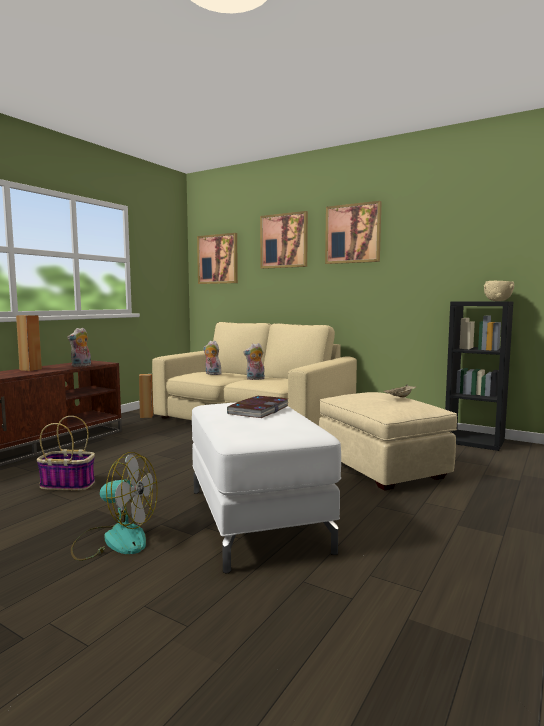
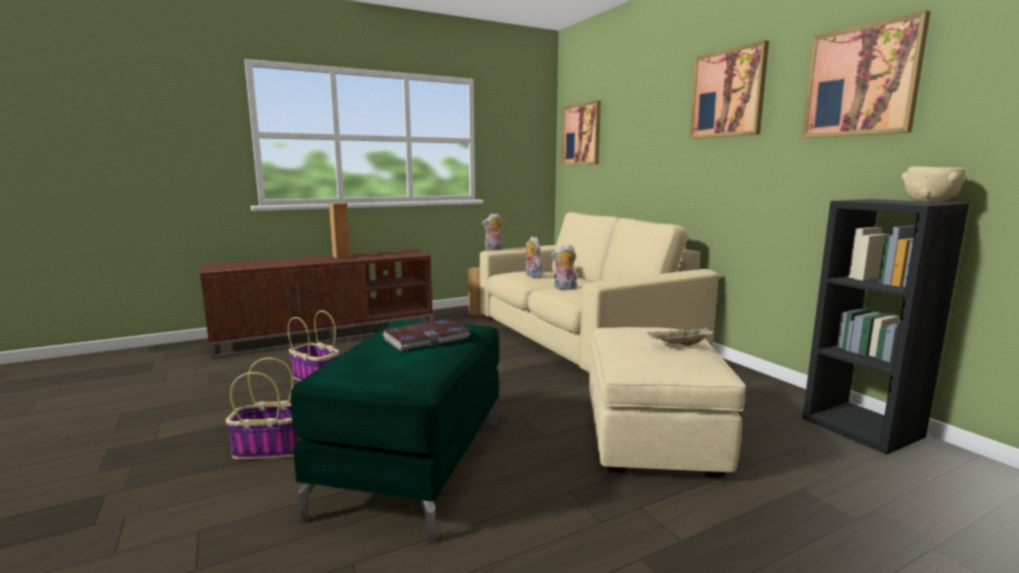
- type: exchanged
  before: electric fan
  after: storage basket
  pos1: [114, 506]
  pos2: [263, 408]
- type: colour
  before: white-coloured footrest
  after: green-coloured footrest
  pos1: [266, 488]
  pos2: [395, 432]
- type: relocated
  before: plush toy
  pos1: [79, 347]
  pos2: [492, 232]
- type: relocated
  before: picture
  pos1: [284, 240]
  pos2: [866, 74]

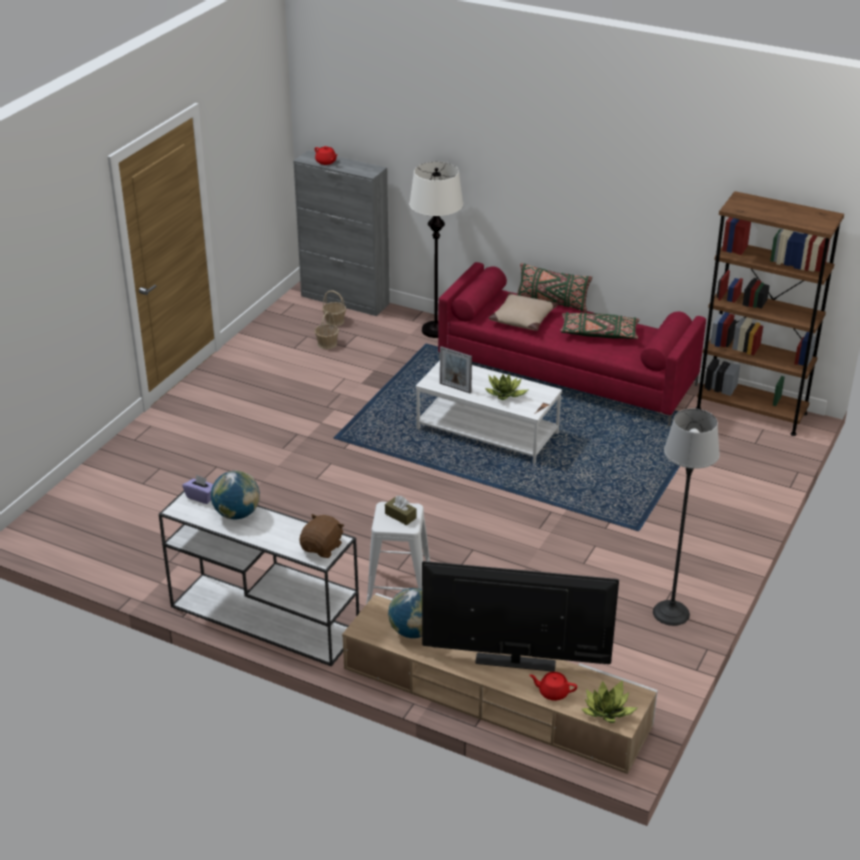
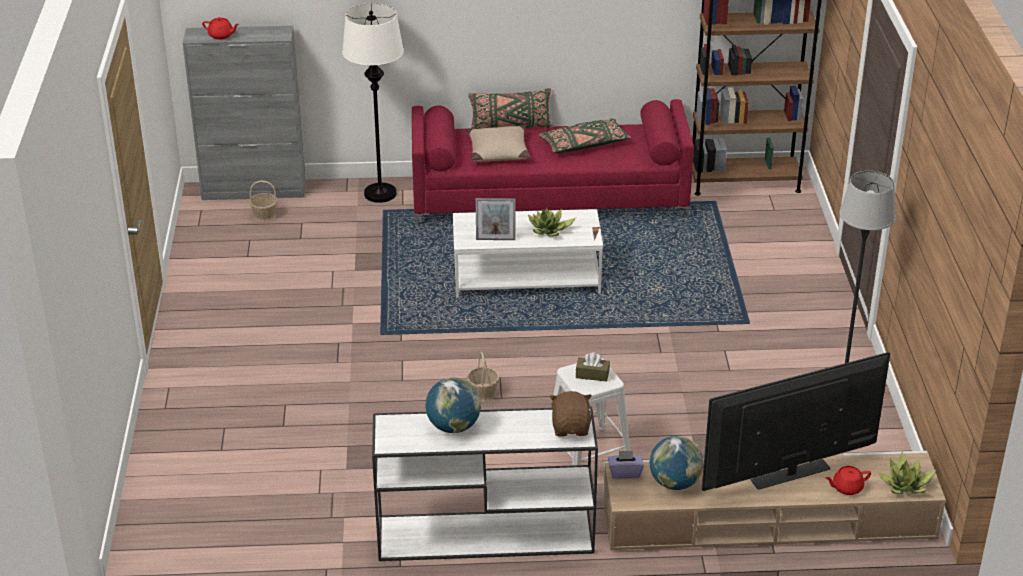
- type: relocated
  before: storage basket
  pos1: [326, 330]
  pos2: [483, 377]
- type: relocated
  before: purple tissue holder
  pos1: [197, 489]
  pos2: [626, 465]

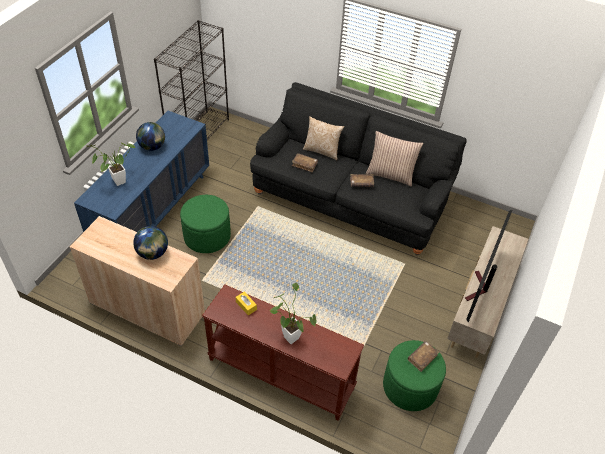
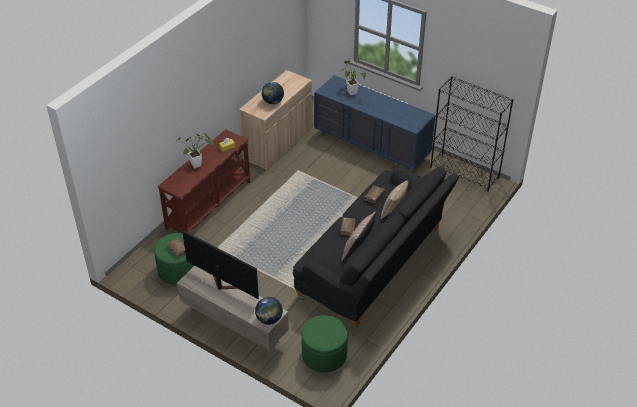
- type: relocated
  before: desk globe
  pos1: [150, 136]
  pos2: [269, 311]
- type: relocated
  before: green-coloured footrest
  pos1: [205, 224]
  pos2: [325, 344]

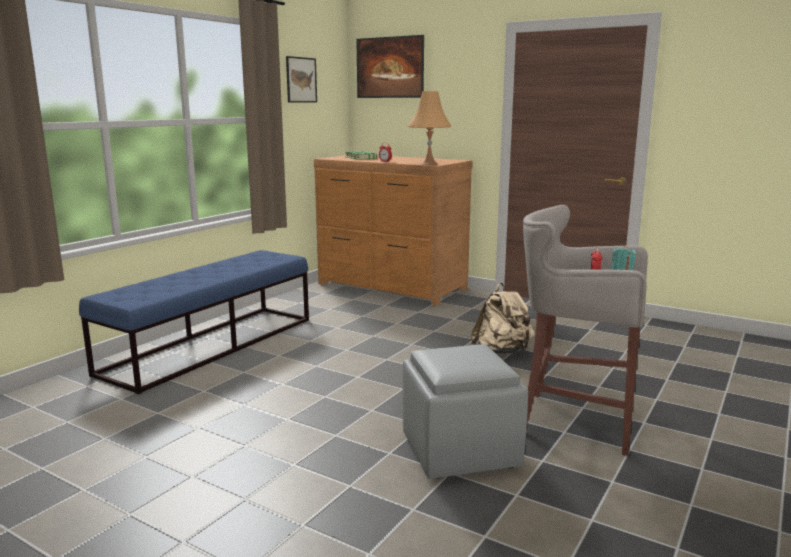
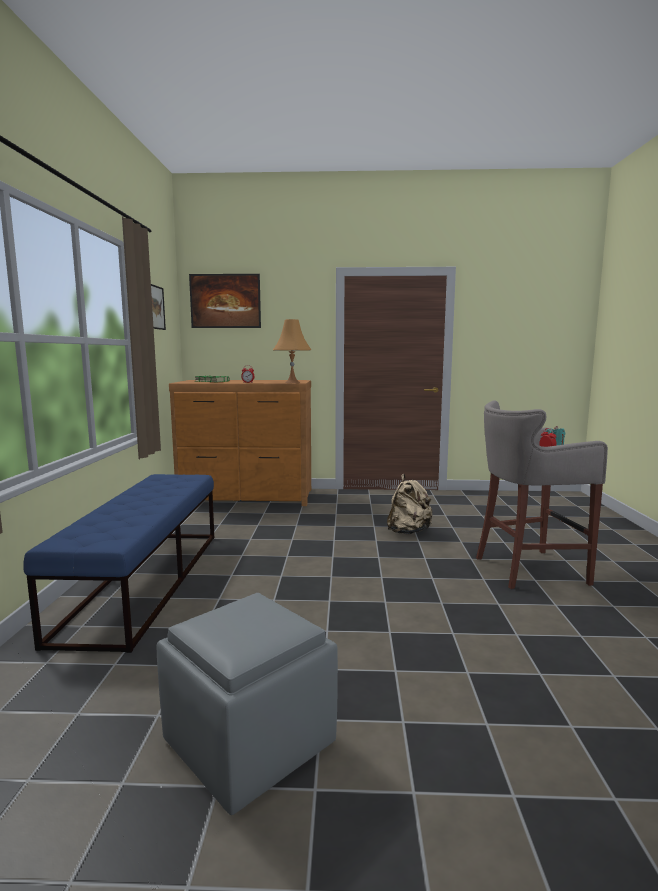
- type: relocated
  before: greyish footrest
  pos1: [465, 411]
  pos2: [247, 704]

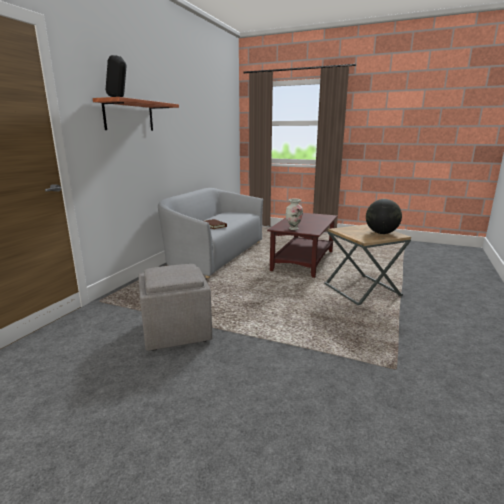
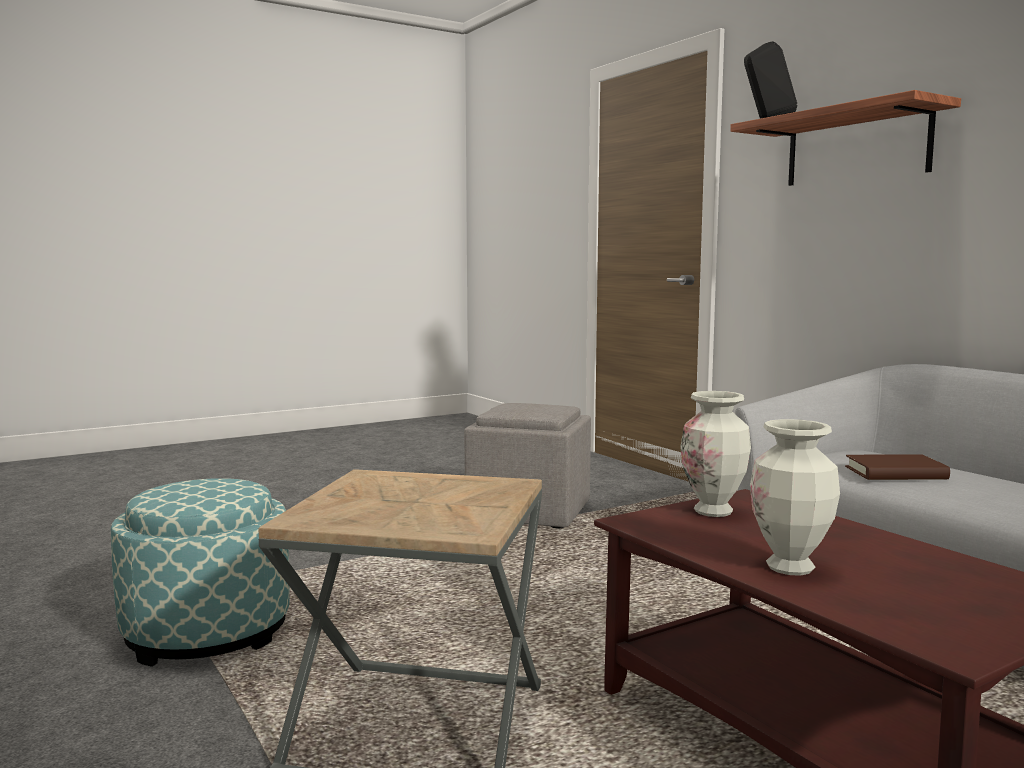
- type: appeared
  after: footrest
  pos2: [200, 572]
- type: appeared
  after: vase
  pos2: [795, 497]
- type: missing
  before: desk globe
  pos1: [384, 216]

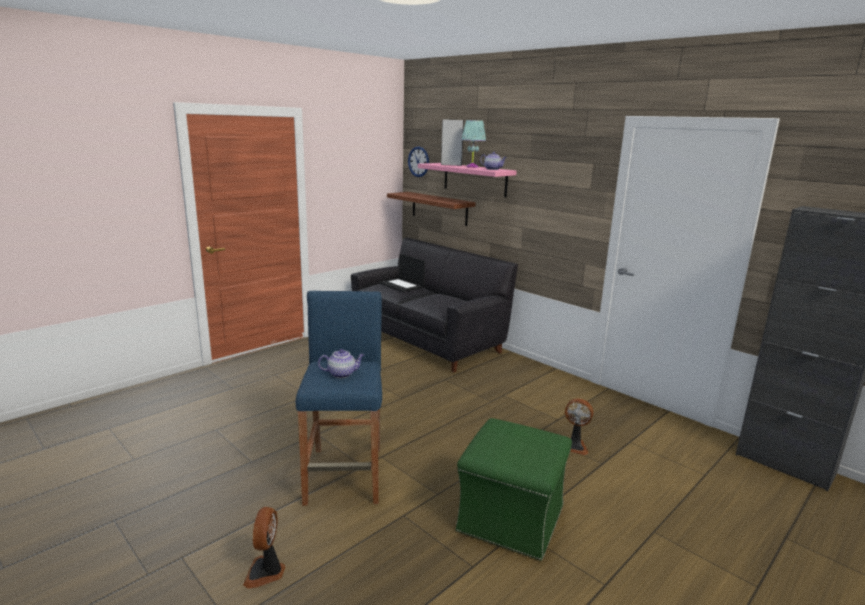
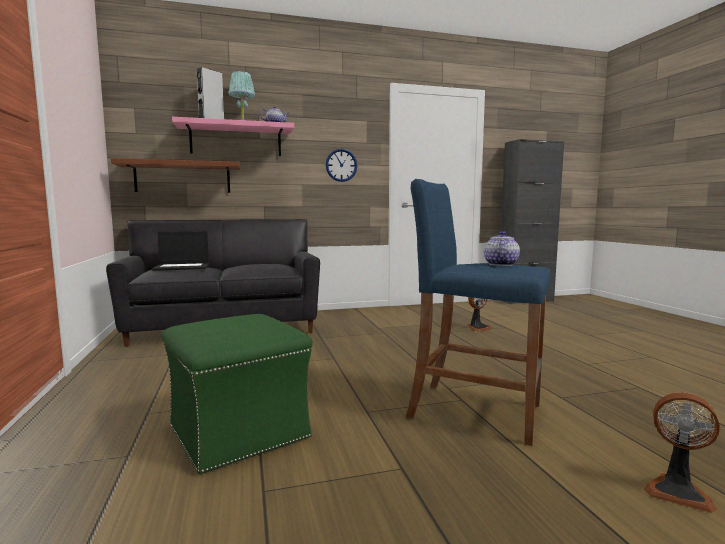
- type: relocated
  before: green-coloured footrest
  pos1: [514, 489]
  pos2: [237, 394]
- type: relocated
  before: hanging clock
  pos1: [418, 162]
  pos2: [341, 165]

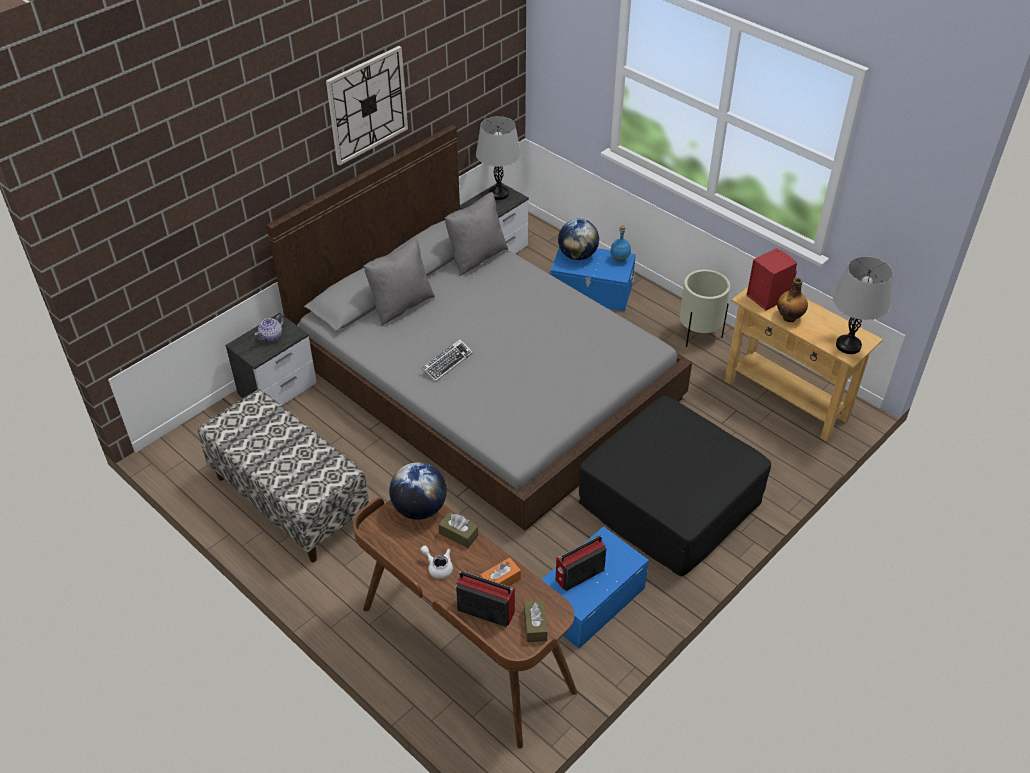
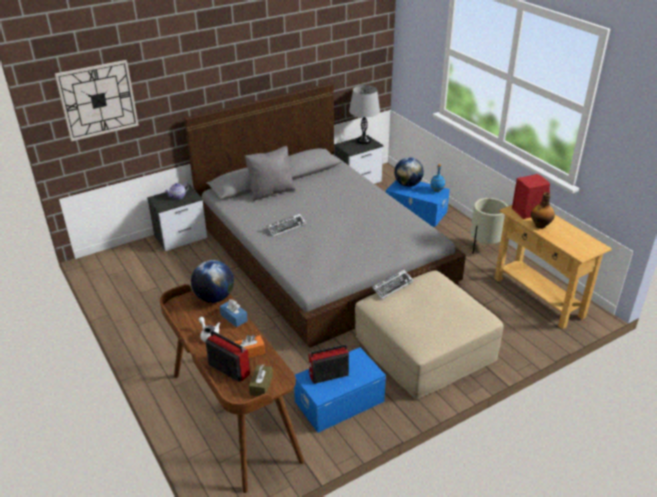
- type: relocated
  before: hanging clock
  pos1: [367, 106]
  pos2: [97, 100]
- type: colour
  before: brownish tissue holder
  after: blue tissue holder
  pos1: [458, 530]
  pos2: [233, 313]
- type: colour
  before: blackish footrest
  after: sand-coloured footrest
  pos1: [675, 486]
  pos2: [429, 334]
- type: appeared
  after: computer keyboard
  pos2: [393, 284]
- type: missing
  before: indoor bench
  pos1: [283, 475]
- type: missing
  before: greyish cushion
  pos1: [476, 234]
- type: missing
  before: greyish table lamp
  pos1: [863, 305]

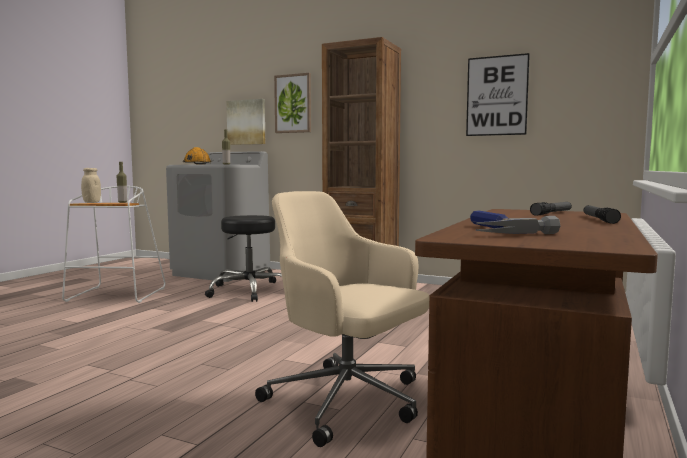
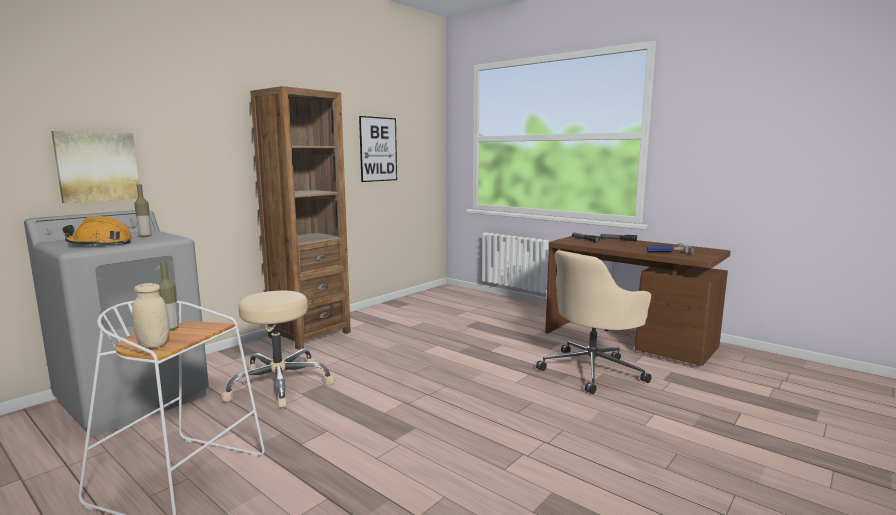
- type: colour
  before: blackish stool seat
  after: sand-coloured stool seat
  pos1: [243, 258]
  pos2: [278, 350]
- type: missing
  before: picture
  pos1: [292, 103]

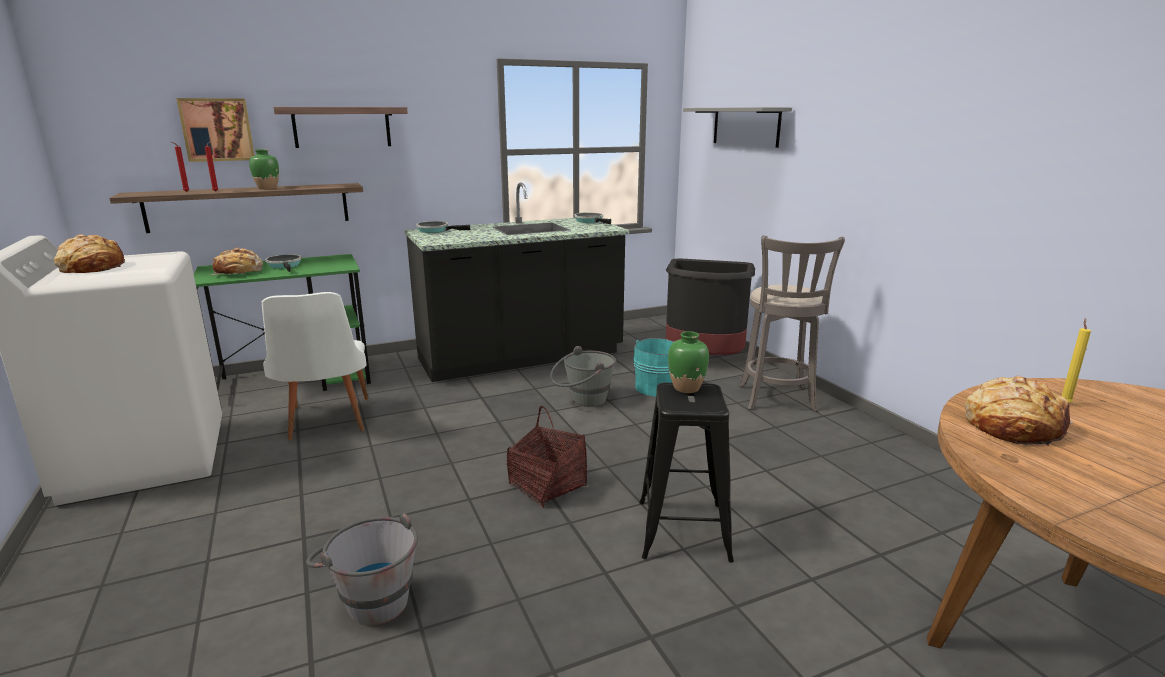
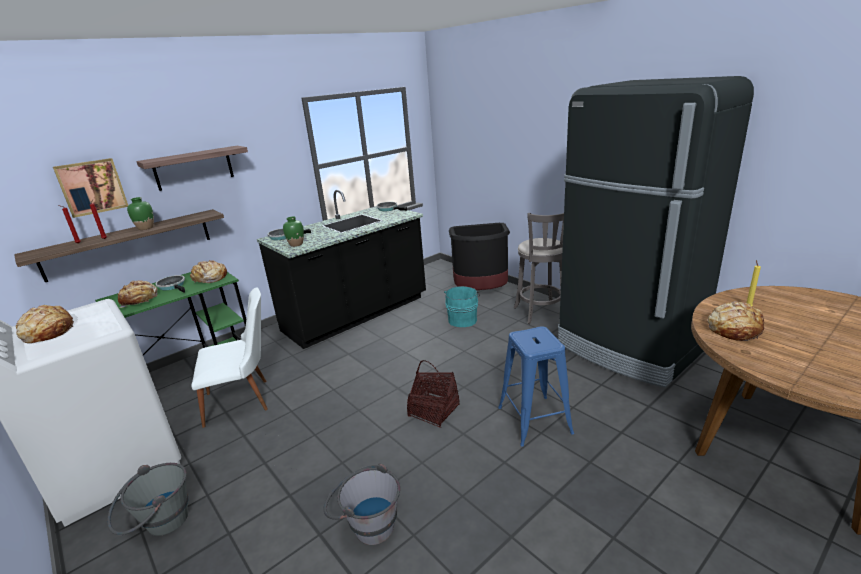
- type: relocated
  before: greyish water bucket
  pos1: [583, 376]
  pos2: [147, 499]
- type: appeared
  after: bakery bread
  pos2: [208, 271]
- type: spun
  before: white-coloured plain chair
  pos1: [315, 366]
  pos2: [229, 357]
  turn: -75
- type: relocated
  before: green-coloured vase
  pos1: [688, 362]
  pos2: [293, 231]
- type: colour
  before: blackish stool seat
  after: blue stool seat
  pos1: [686, 473]
  pos2: [536, 386]
- type: appeared
  after: blackish kitchen fridge
  pos2: [656, 232]
- type: missing
  before: greyish bracket shelf
  pos1: [737, 127]

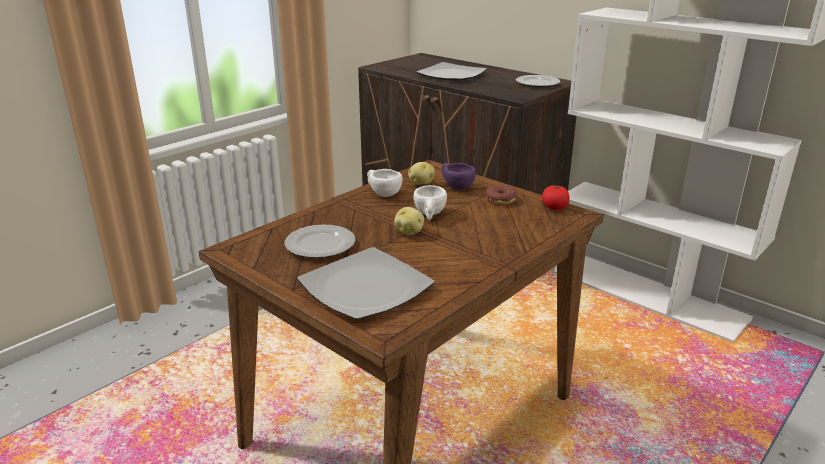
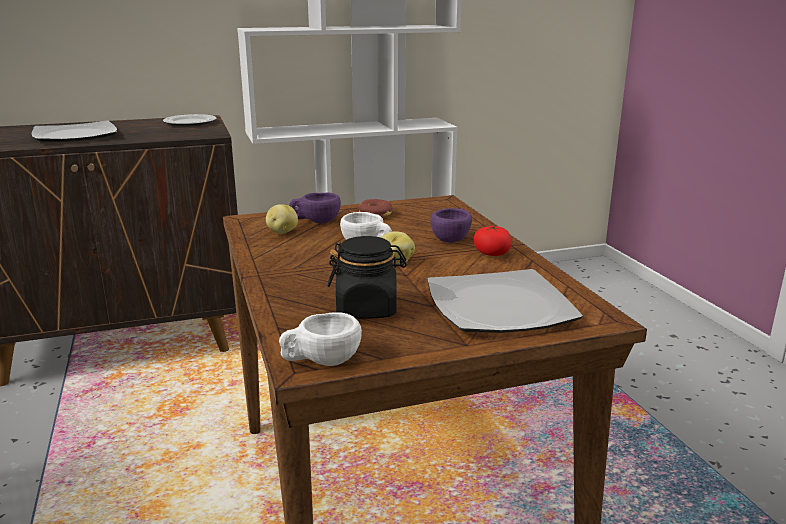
- type: relocated
  before: white-coloured cup
  pos1: [385, 183]
  pos2: [320, 339]
- type: exchanged
  before: dinner plate
  after: blackish storage jar
  pos1: [320, 241]
  pos2: [367, 277]
- type: appeared
  after: purple cup
  pos2: [451, 225]
- type: relocated
  before: fresh tomato
  pos1: [556, 198]
  pos2: [492, 240]

